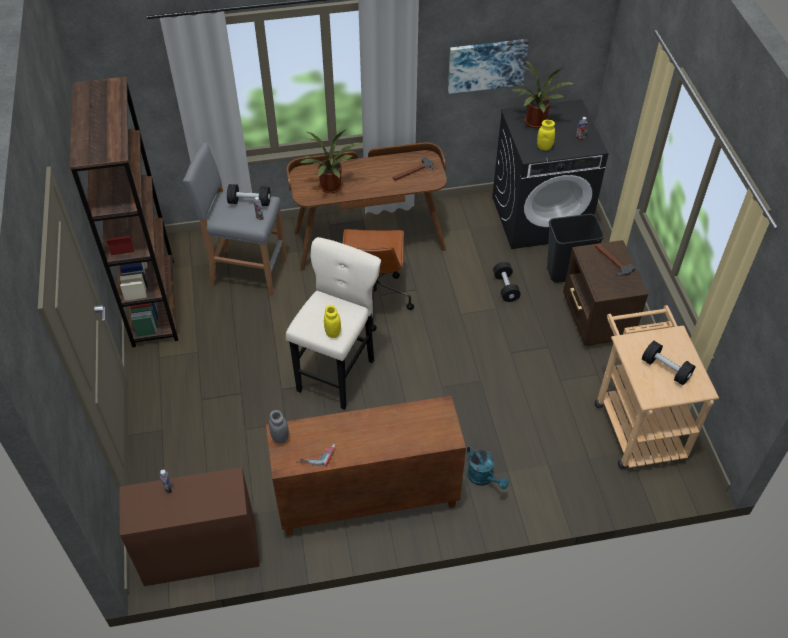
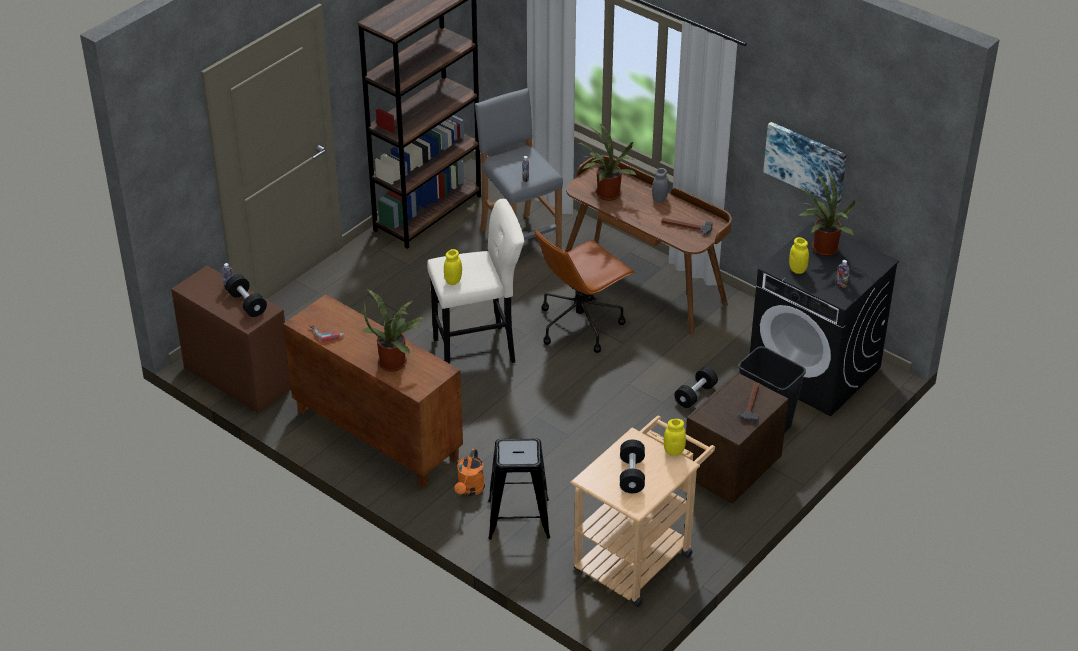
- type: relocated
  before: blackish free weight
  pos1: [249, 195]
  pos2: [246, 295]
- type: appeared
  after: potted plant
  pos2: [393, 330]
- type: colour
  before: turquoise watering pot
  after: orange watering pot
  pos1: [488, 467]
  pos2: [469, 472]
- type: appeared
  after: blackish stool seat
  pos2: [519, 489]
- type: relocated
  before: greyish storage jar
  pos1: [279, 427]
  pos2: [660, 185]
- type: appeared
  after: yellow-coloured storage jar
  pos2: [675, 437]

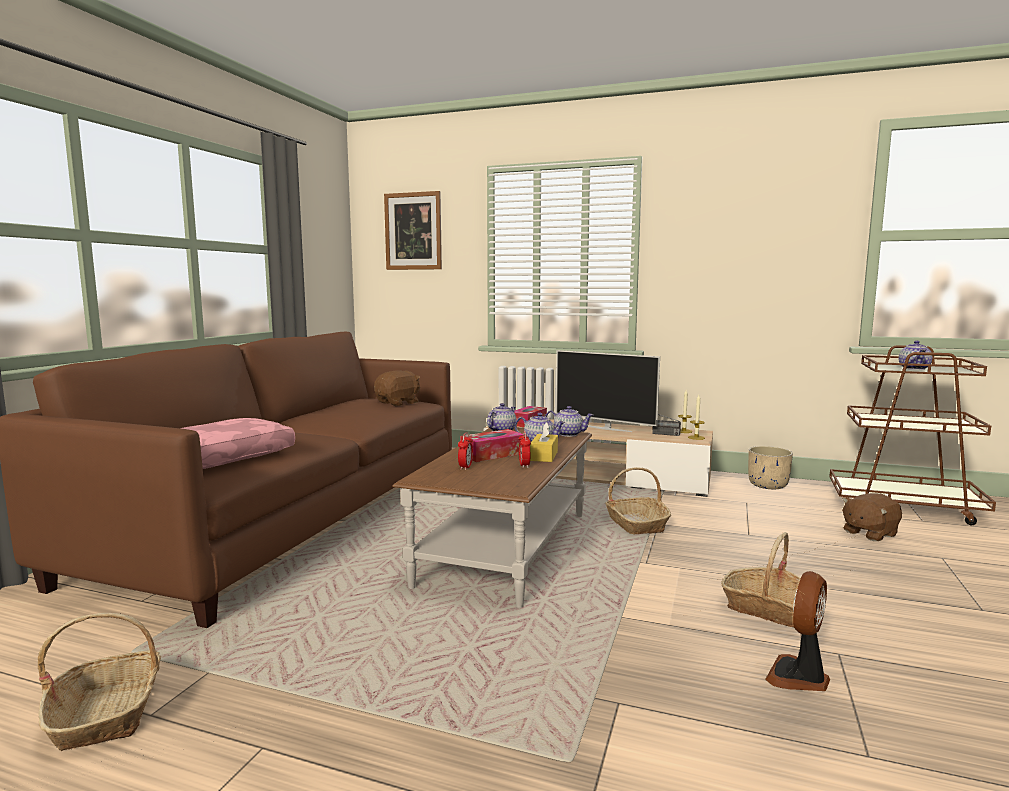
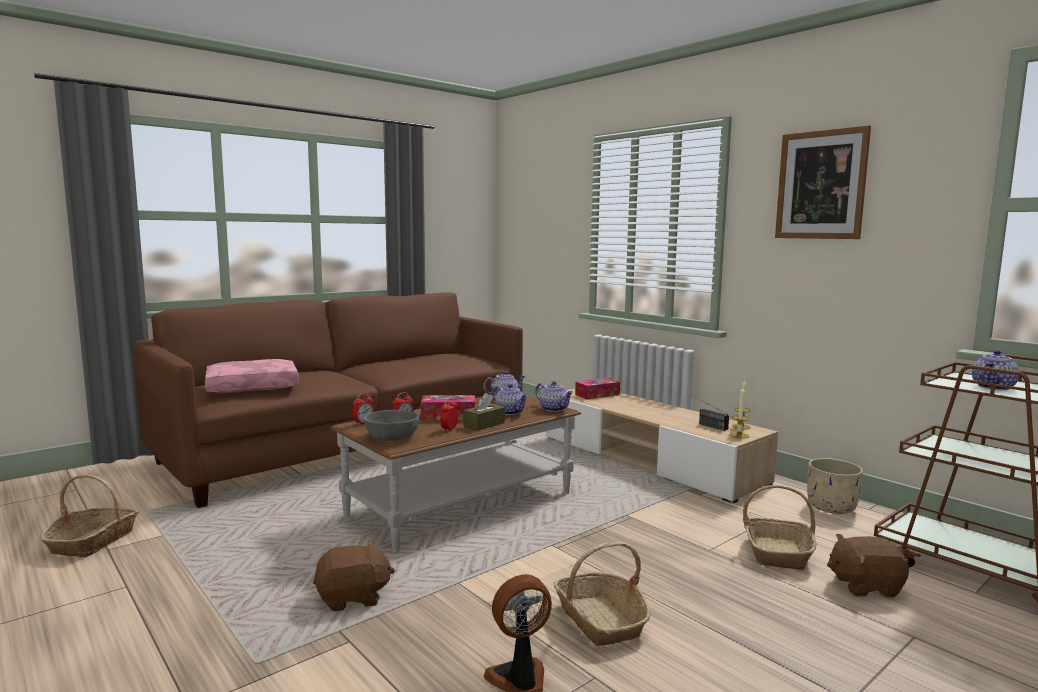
- type: relocated
  before: brownish plush toy
  pos1: [397, 388]
  pos2: [354, 576]
- type: appeared
  after: table clock
  pos2: [363, 409]
- type: appeared
  after: greyish bowl
  pos2: [391, 425]
- type: colour
  before: yellow-coloured tissue holder
  after: brownish tissue holder
  pos1: [544, 442]
  pos2: [484, 412]
- type: relocated
  before: storage basket
  pos1: [638, 500]
  pos2: [780, 527]
- type: relocated
  before: picture
  pos1: [413, 230]
  pos2: [823, 182]
- type: missing
  before: television
  pos1: [608, 391]

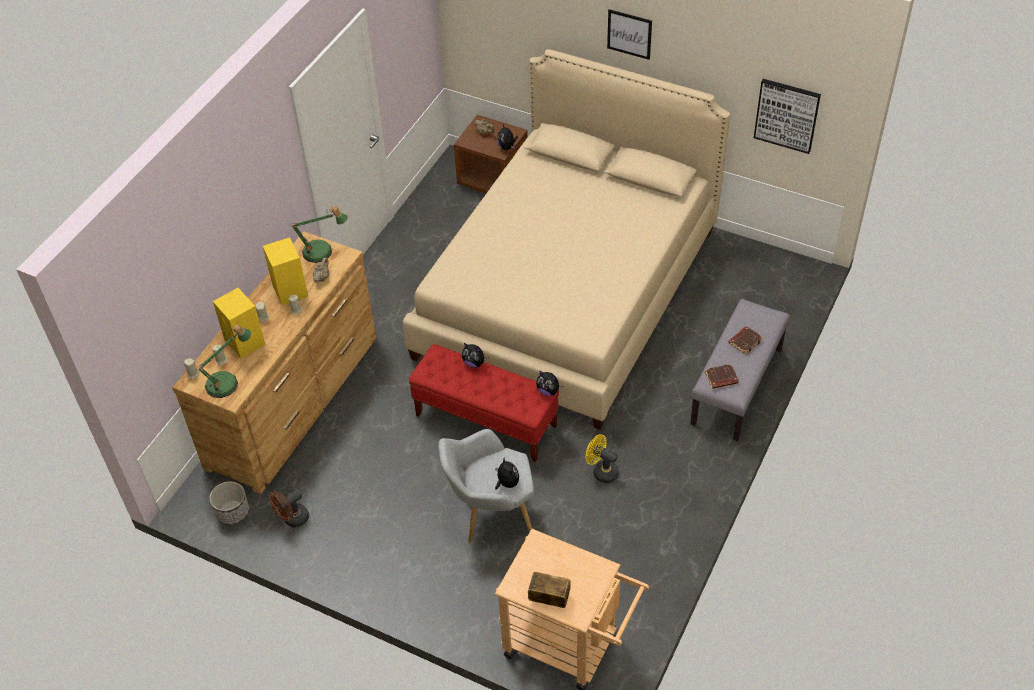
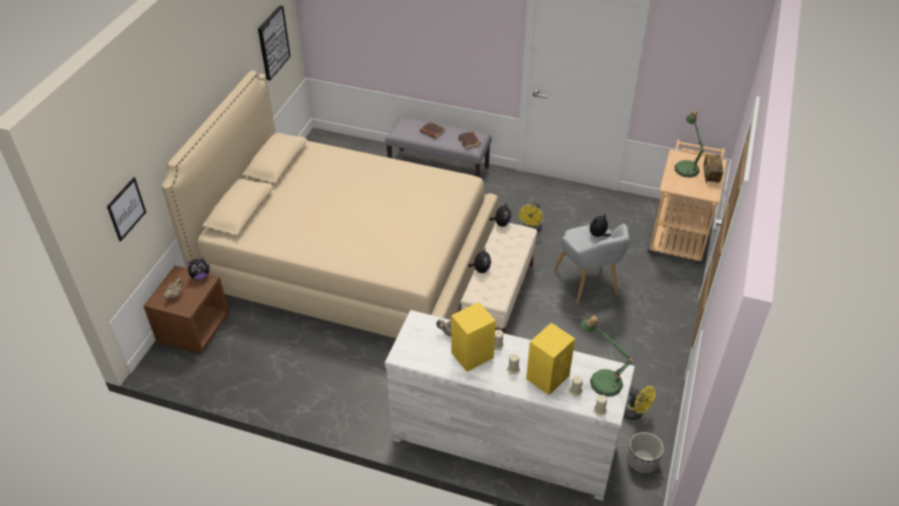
- type: relocated
  before: picture
  pos1: [629, 34]
  pos2: [126, 209]
- type: colour
  before: brownish dresser
  after: white-coloured dresser
  pos1: [274, 363]
  pos2: [510, 405]
- type: colour
  before: red-coloured indoor bench
  after: sand-coloured indoor bench
  pos1: [484, 403]
  pos2: [499, 277]
- type: colour
  before: brownish electric fan
  after: yellow-coloured electric fan
  pos1: [289, 508]
  pos2: [639, 403]
- type: relocated
  before: table lamp
  pos1: [319, 234]
  pos2: [689, 144]

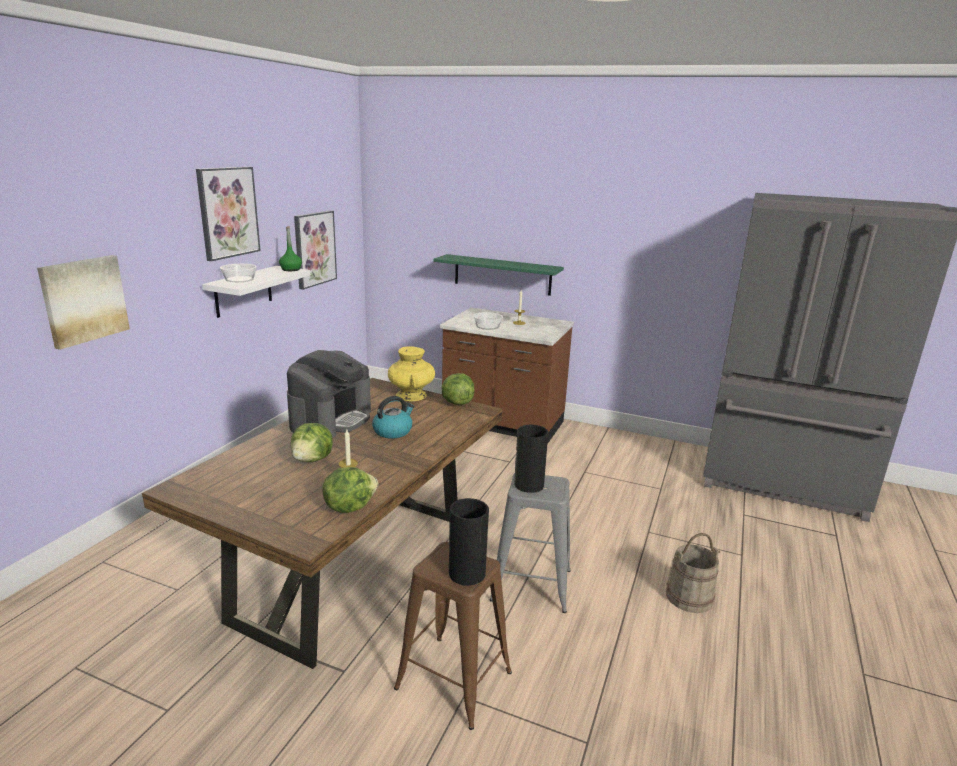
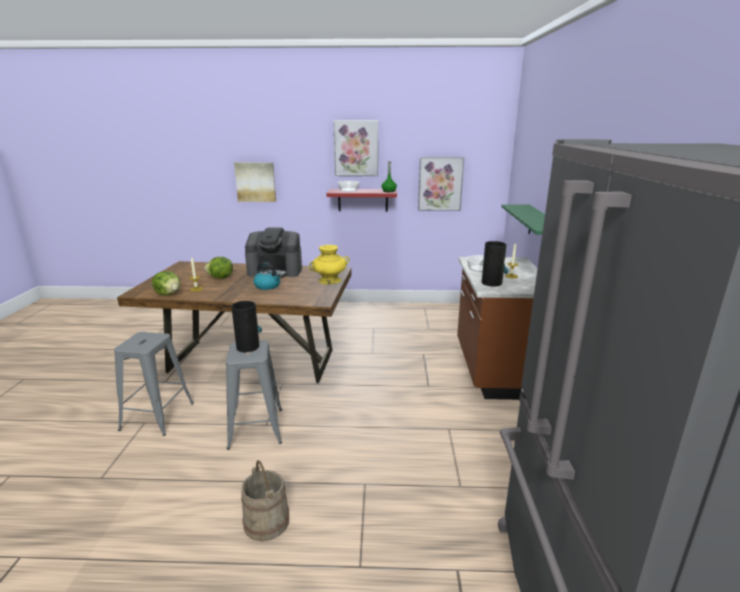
- type: colour
  before: brownish stool seat
  after: greyish stool seat
  pos1: [453, 636]
  pos2: [154, 384]
- type: colour
  before: white-coloured bracket shelf
  after: red-coloured bracket shelf
  pos1: [256, 292]
  pos2: [362, 200]
- type: relocated
  before: vase
  pos1: [469, 542]
  pos2: [495, 263]
- type: missing
  before: lettuce
  pos1: [458, 389]

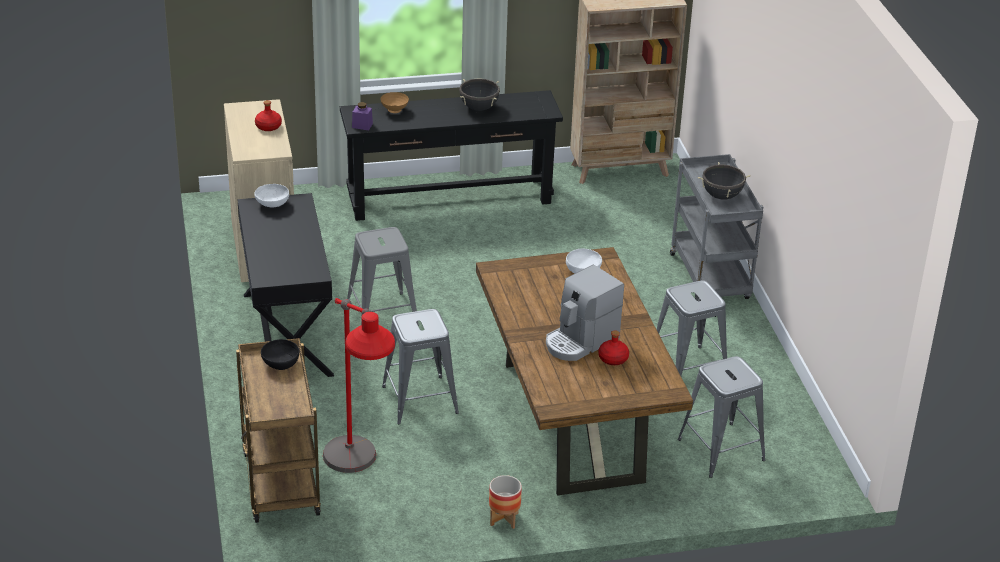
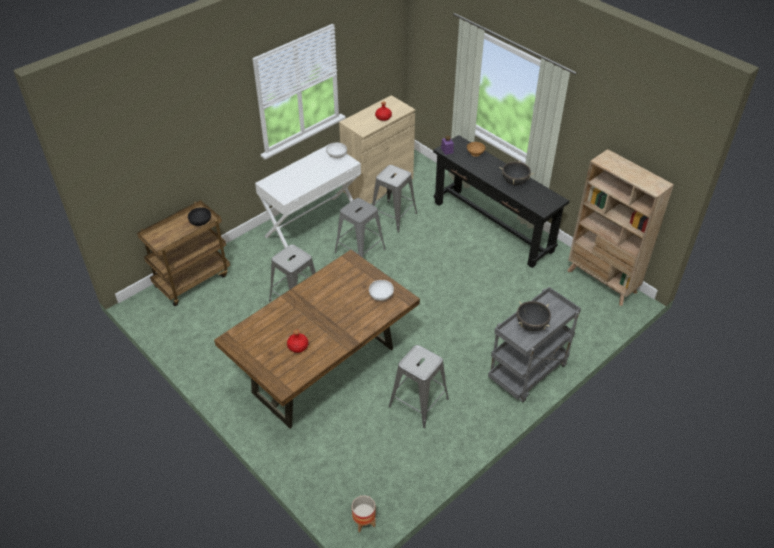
- type: colour
  before: blackish desk
  after: white-coloured desk
  pos1: [285, 285]
  pos2: [308, 195]
- type: relocated
  before: plant pot
  pos1: [505, 502]
  pos2: [364, 514]
- type: relocated
  before: greyish stool seat
  pos1: [721, 417]
  pos2: [394, 199]
- type: missing
  before: red-coloured standing lamp
  pos1: [359, 385]
- type: missing
  before: coffee machine
  pos1: [585, 313]

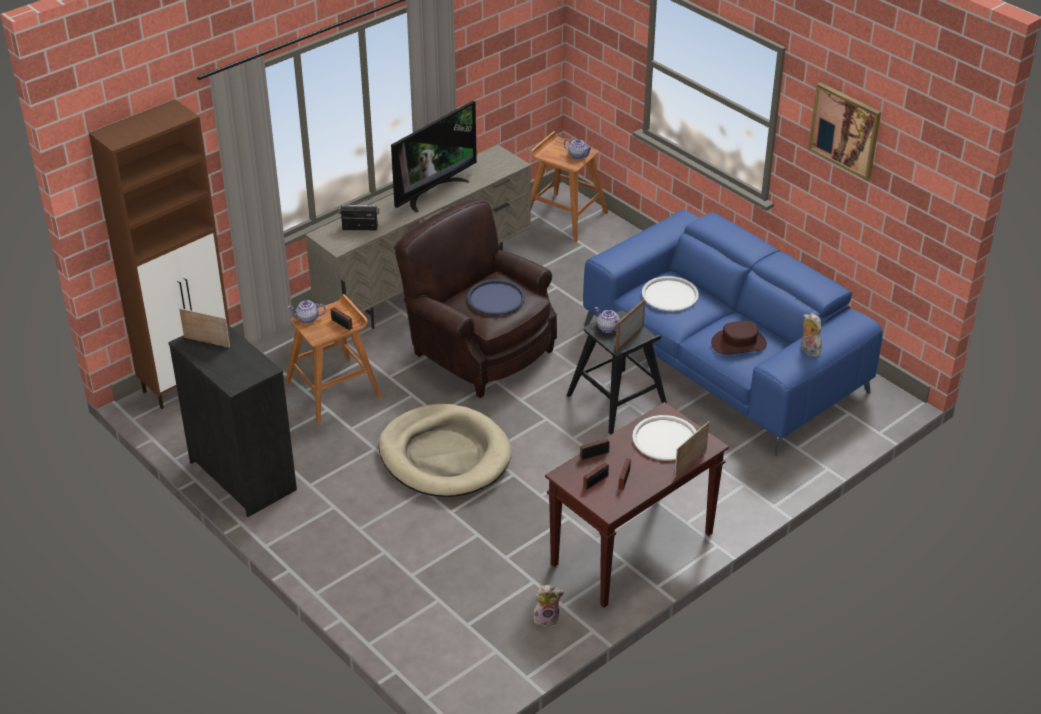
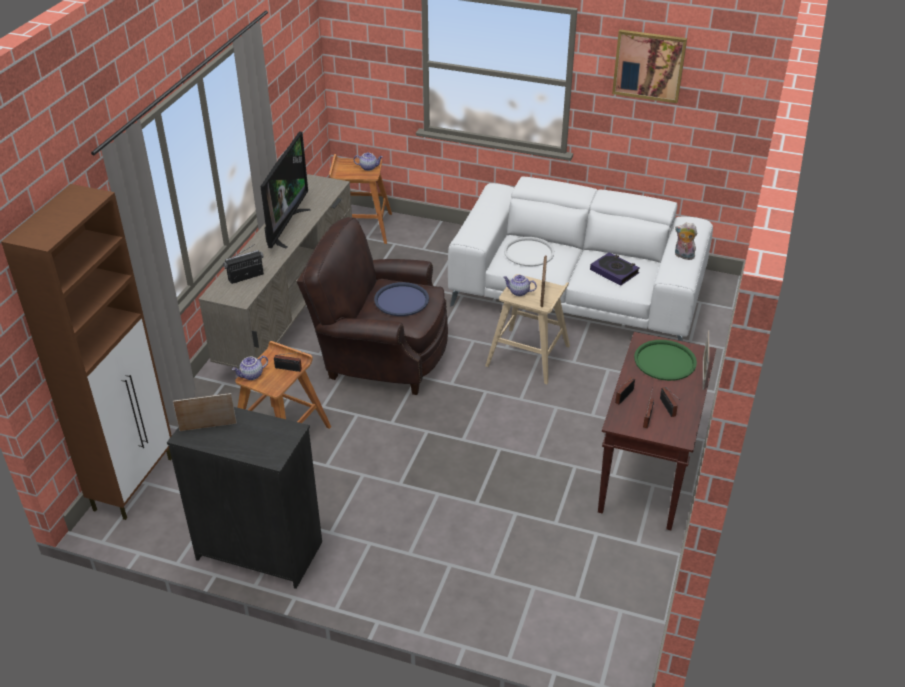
- type: colour
  before: blue couch
  after: white-coloured couch
  pos1: [733, 333]
  pos2: [580, 259]
- type: colour
  before: blackish stool seat
  after: sand-coloured stool seat
  pos1: [617, 373]
  pos2: [527, 329]
- type: exchanged
  before: brownish wearable hat
  after: bound book
  pos1: [739, 338]
  pos2: [615, 269]
- type: colour
  before: white-coloured serving tray
  after: green-coloured serving tray
  pos1: [664, 438]
  pos2: [665, 360]
- type: missing
  before: sand-coloured dog cushion
  pos1: [445, 450]
- type: missing
  before: plush toy
  pos1: [549, 606]

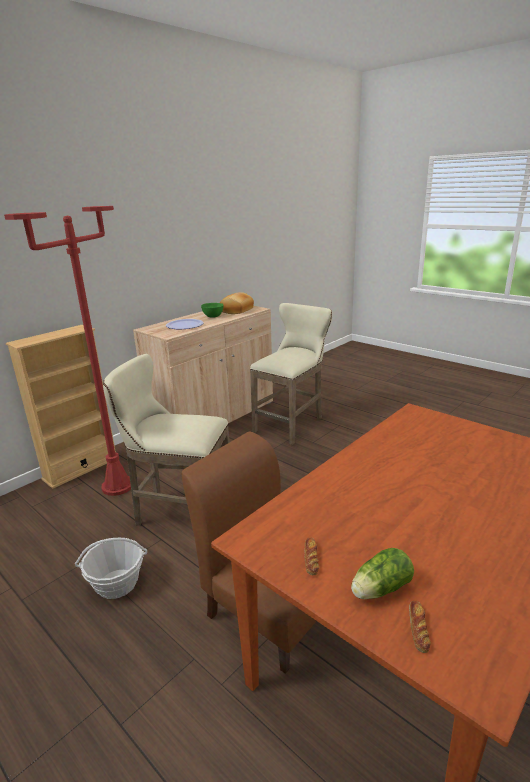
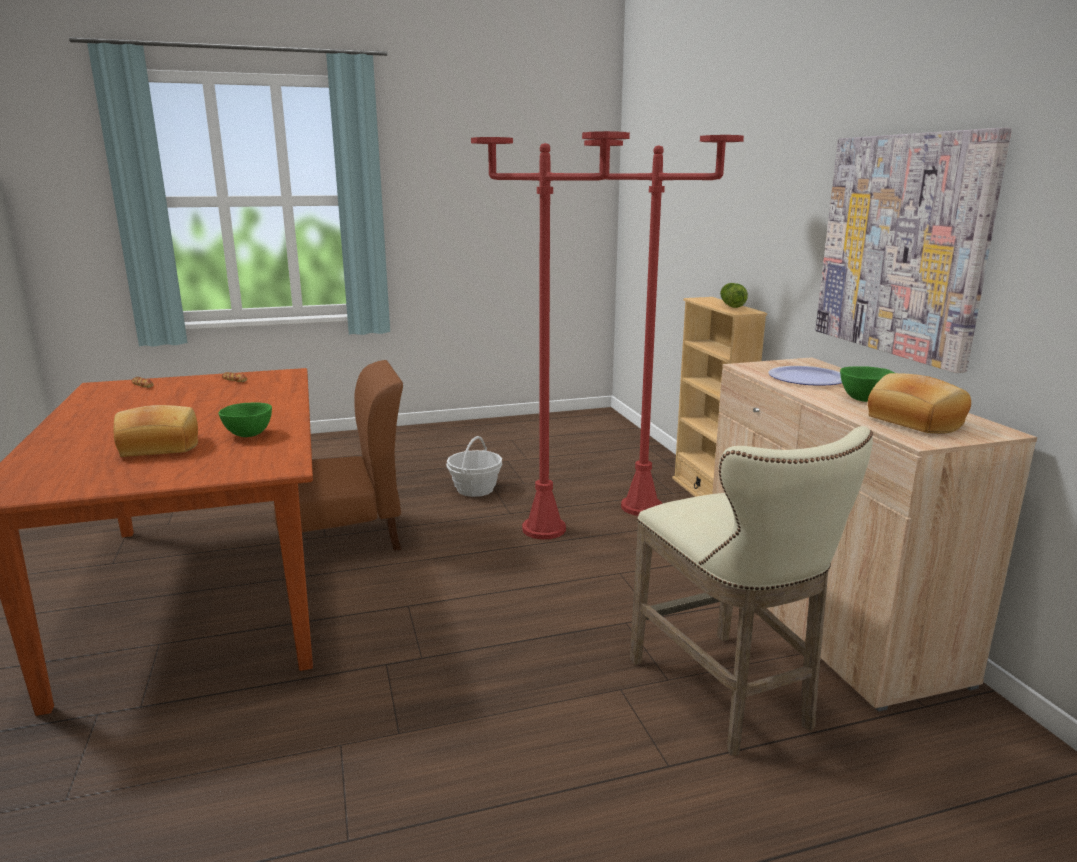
- type: appeared
  after: bakery bread
  pos2: [156, 431]
- type: appeared
  after: green-coloured bowl
  pos2: [245, 419]
- type: exchanged
  before: sand-coloured stool seat
  after: red-coloured standing lamp
  pos1: [166, 440]
  pos2: [550, 335]
- type: relocated
  before: lettuce
  pos1: [382, 573]
  pos2: [734, 295]
- type: appeared
  after: picture
  pos2: [913, 250]

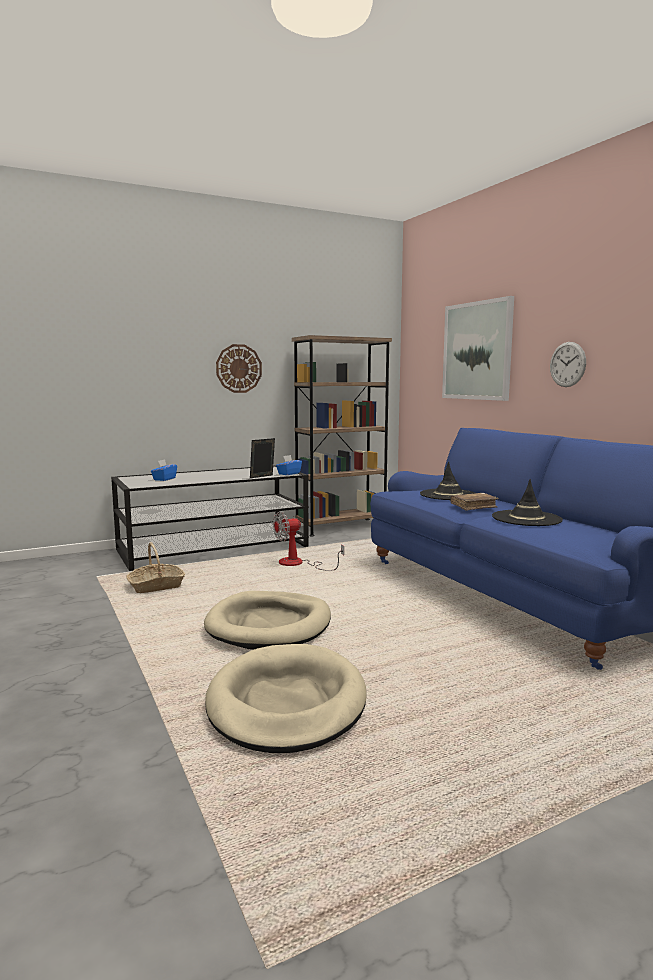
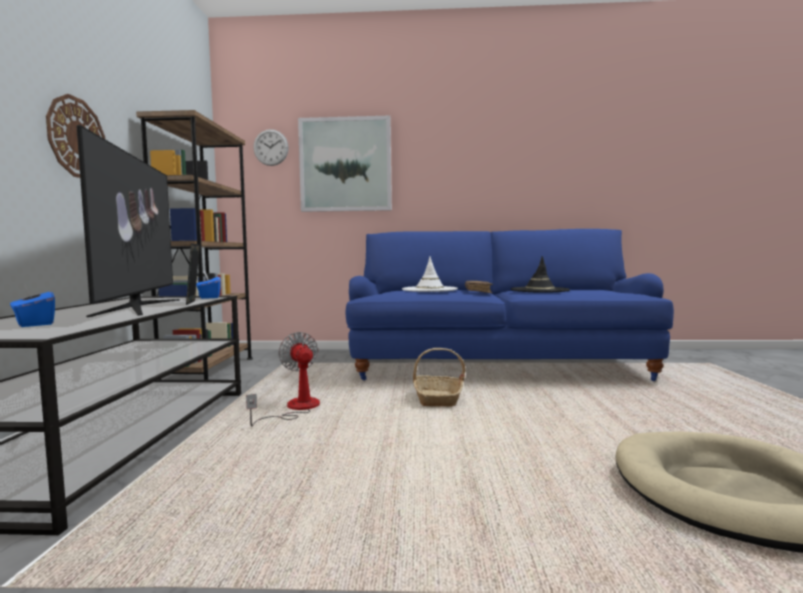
- type: appeared
  after: television
  pos2: [128, 221]
- type: spun
  before: electric fan
  pos1: [308, 540]
  pos2: [283, 379]
  turn: 150
- type: relocated
  before: hanging clock
  pos1: [568, 364]
  pos2: [271, 147]
- type: colour
  before: blackish wearable hat
  after: white-coloured wearable hat
  pos1: [447, 480]
  pos2: [430, 274]
- type: relocated
  before: storage basket
  pos1: [155, 567]
  pos2: [439, 377]
- type: missing
  before: sand-coloured dog cushion
  pos1: [267, 620]

